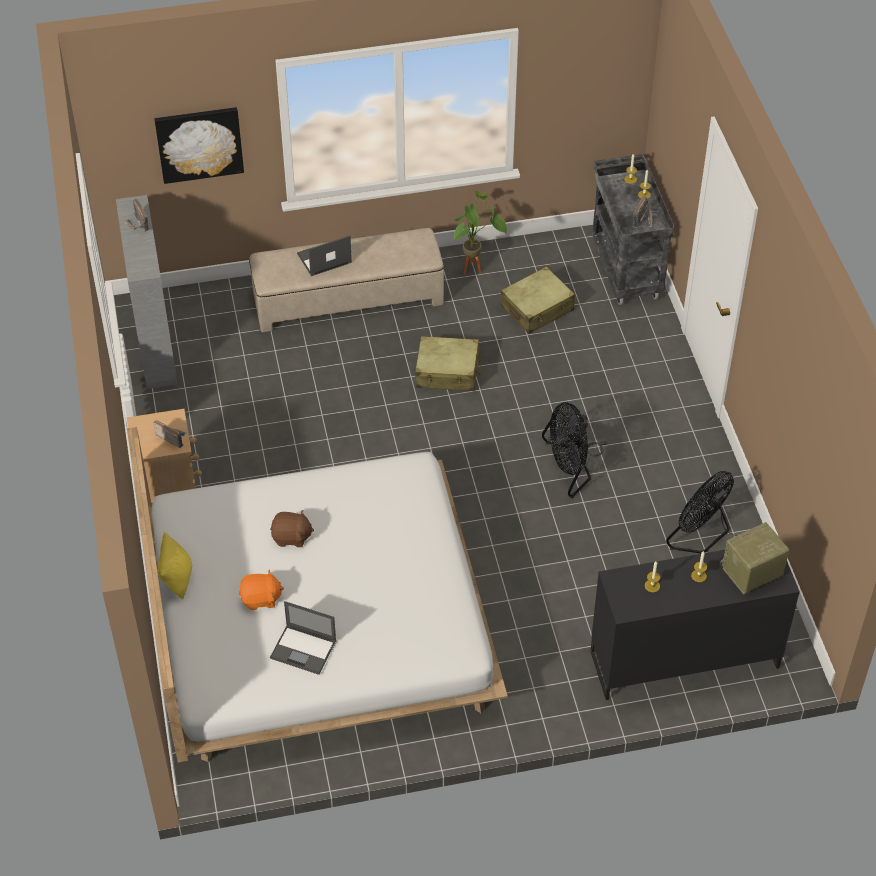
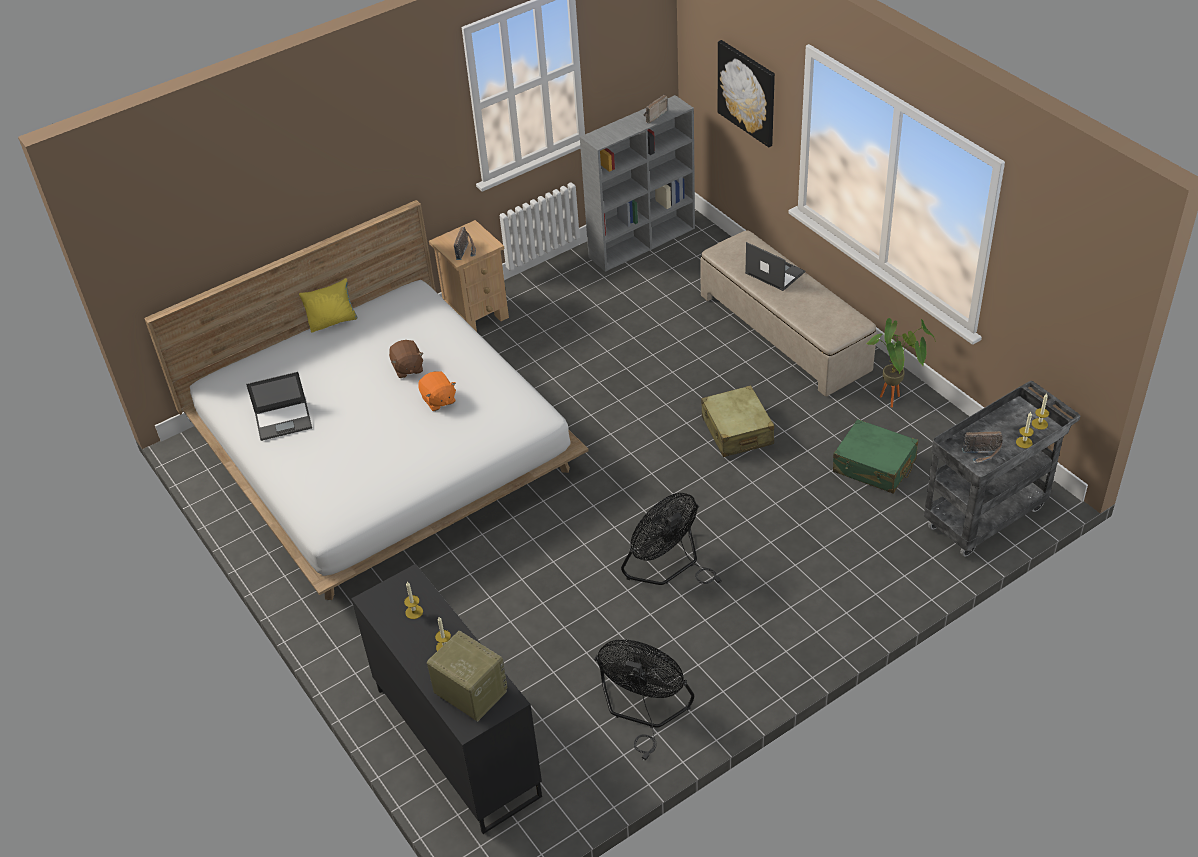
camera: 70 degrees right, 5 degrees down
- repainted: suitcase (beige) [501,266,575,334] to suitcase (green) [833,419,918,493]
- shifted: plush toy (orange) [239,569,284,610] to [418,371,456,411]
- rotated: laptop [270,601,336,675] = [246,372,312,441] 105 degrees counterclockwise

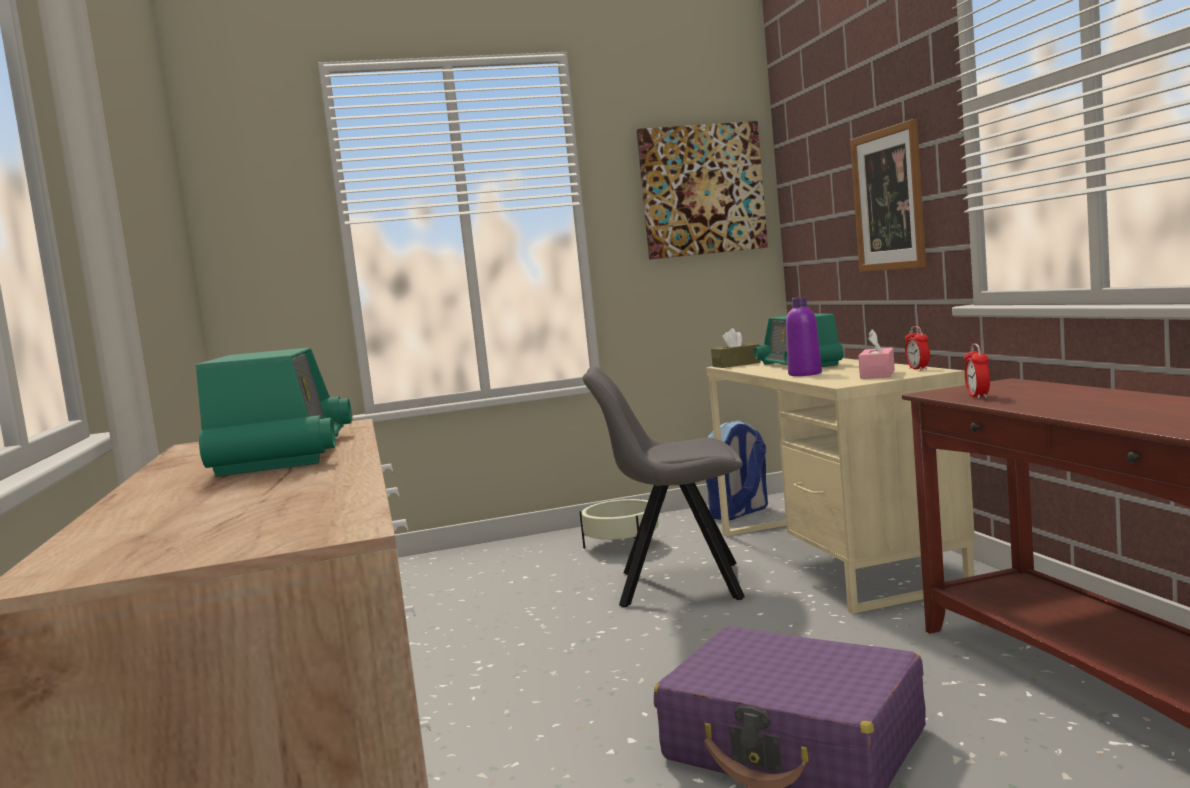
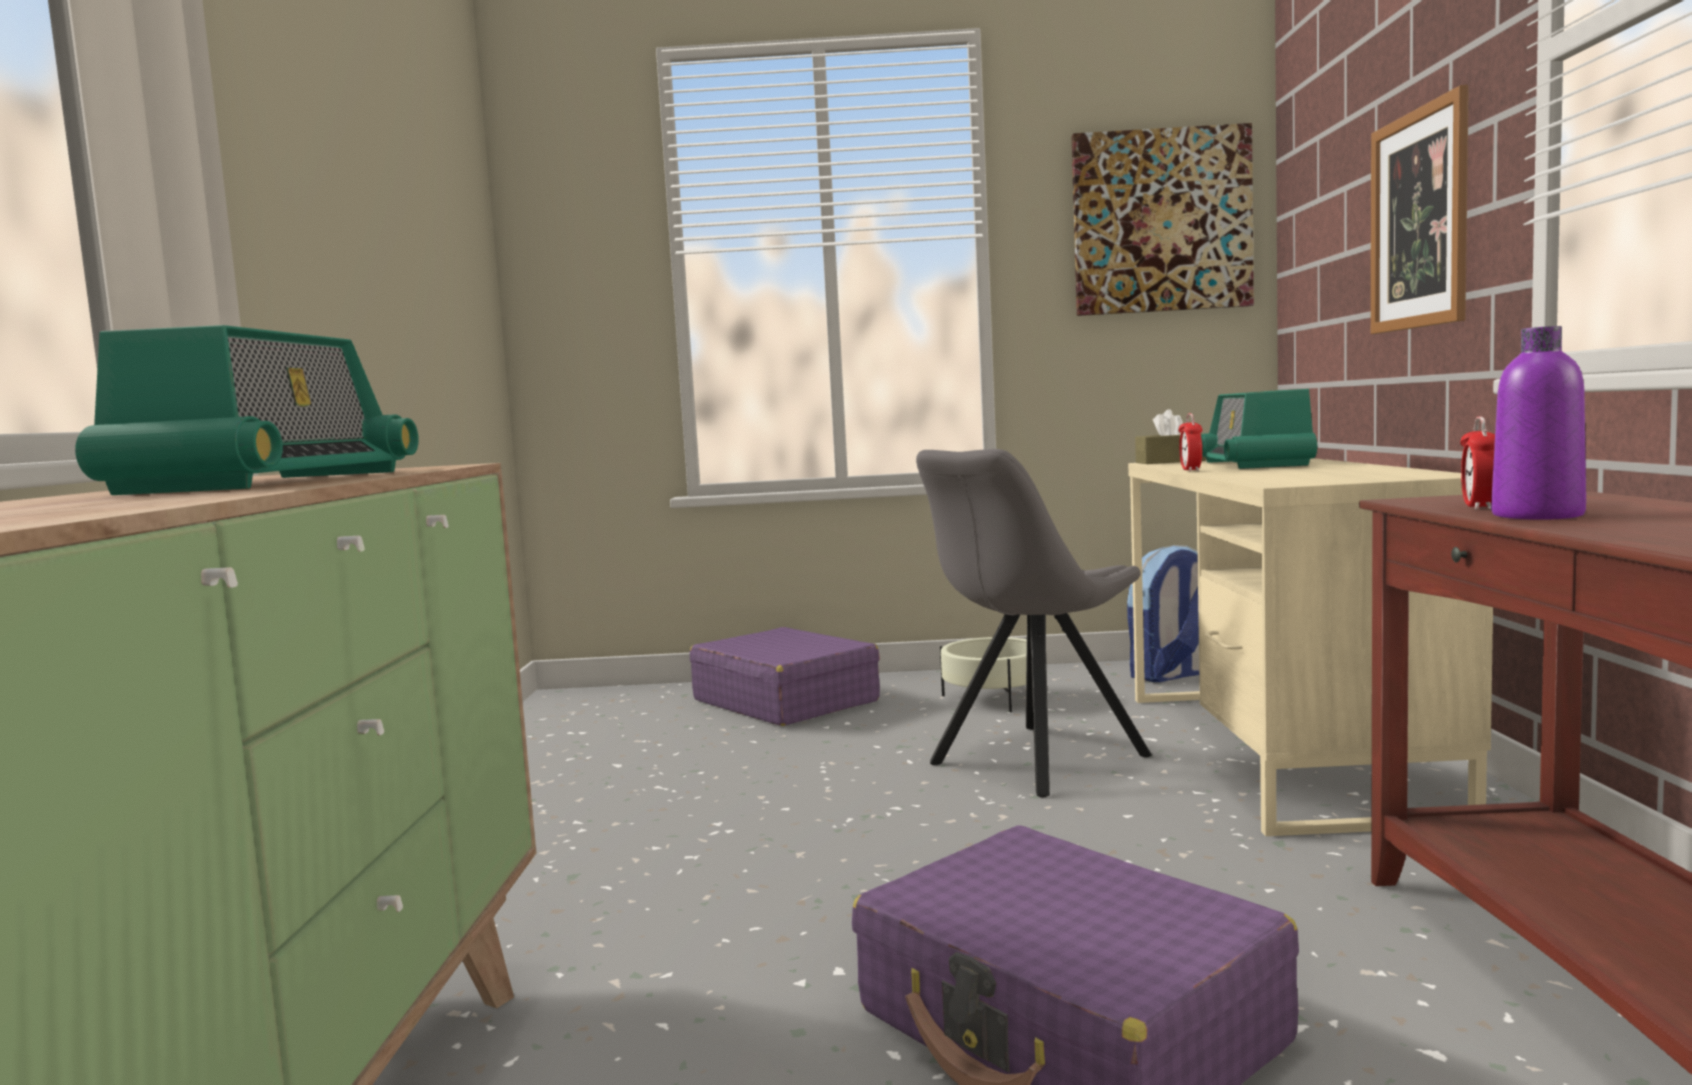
camera: 15 degrees right, 0 degrees up
- shifted: bottle (purple) [786,297,822,376] to [1491,326,1586,520]
- shifted: alarm clock [905,326,930,370] to [1178,413,1202,471]
- gone: tissue box (pink) [858,329,895,379]
- rotated: chair (grey) [583,366,745,607] = [916,449,1152,797] 60 degrees counterclockwise
- new: suitcase (purple) [690,627,880,726]

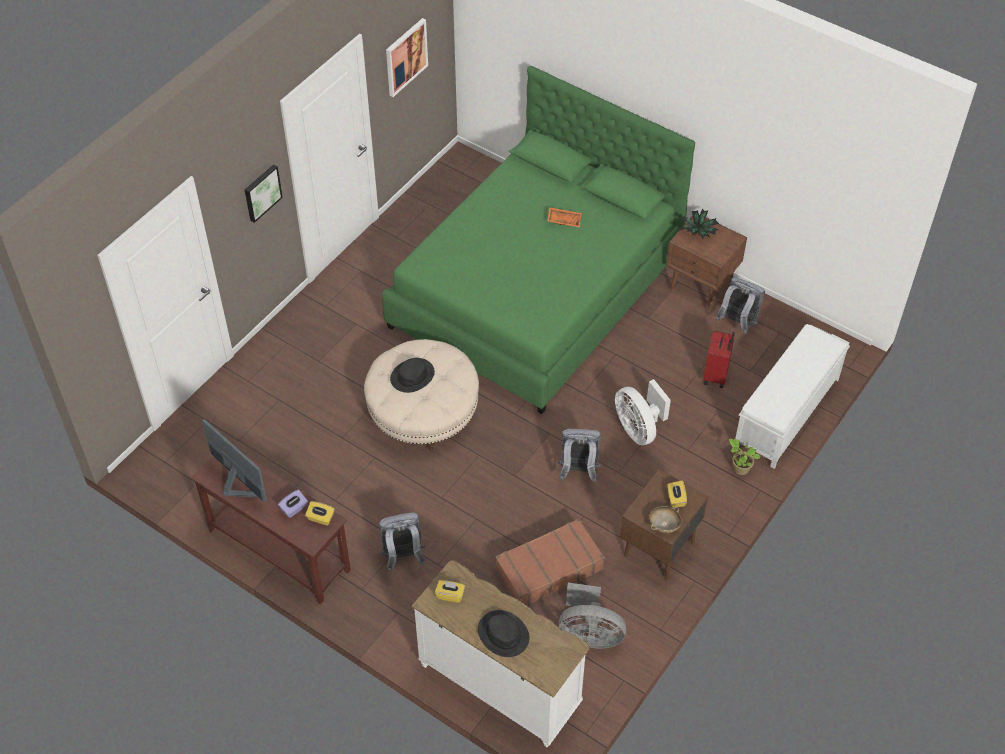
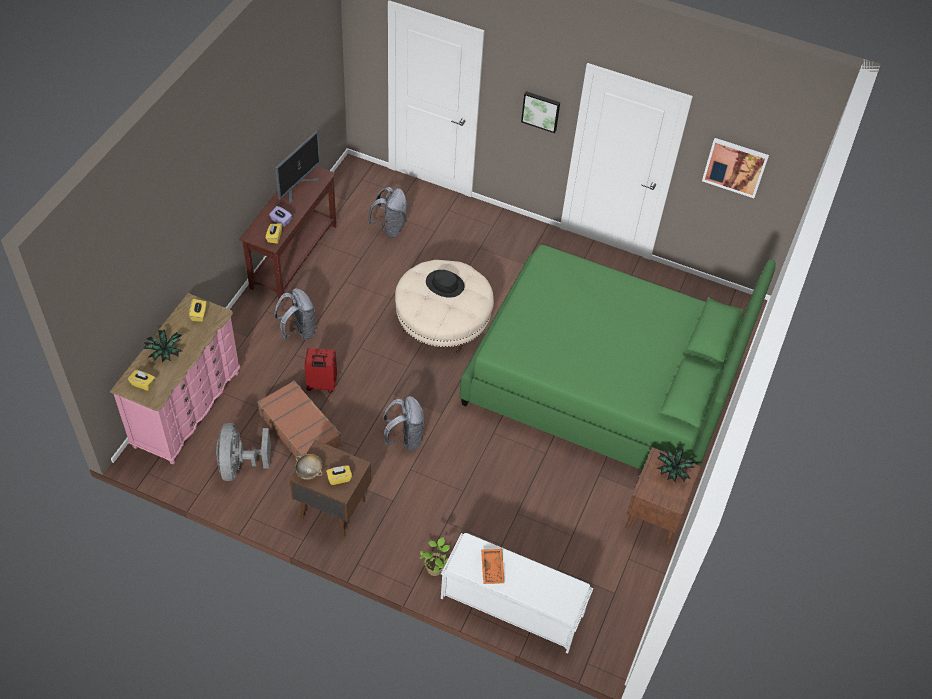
camera: 75 degrees right, 0 degrees up
- shifted: tray (orange) [547,207,582,228] to [481,549,505,584]
- shifted: backpack (grey) [716,278,765,334] to [368,187,407,238]
- shifted: suitcase (red) [703,331,735,388] to [304,348,337,393]
- gone: fan (white) [615,379,671,445]
- repainted: dresser (white) [411,560,590,748] to dresser (pink) [110,293,240,465]
- swapped: hat (black) [478,610,530,657] to potted plant [143,329,182,363]
- new: tissue box (yellow) [128,370,155,391]

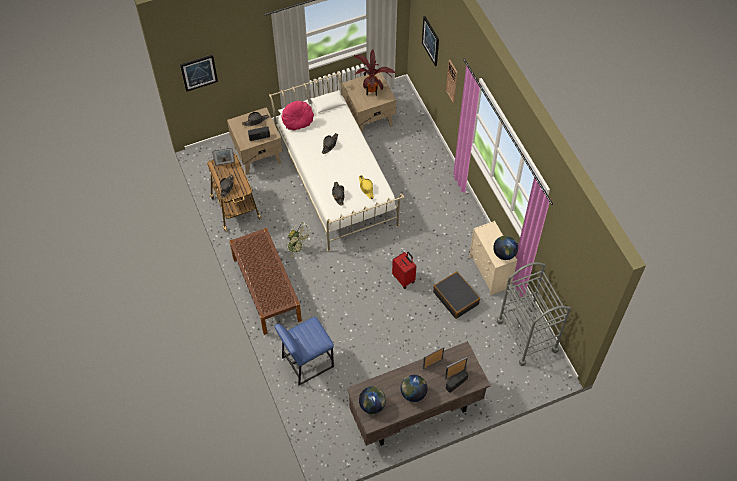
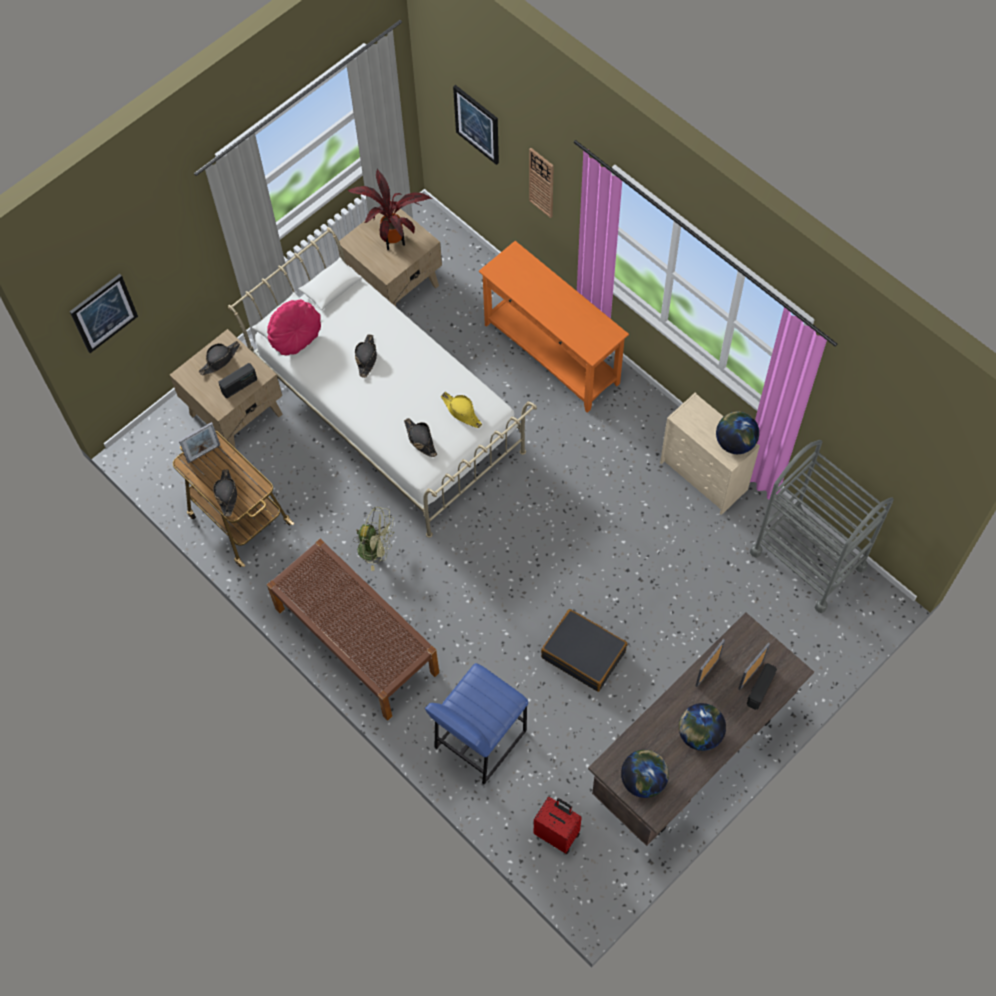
camera: 20 degrees left, 5 degrees up
- shifted: suitcase (red) [392,252,416,289] to [534,797,582,854]
- shifted: suitcase (black) [433,271,480,319] to [541,609,628,692]
- new: console table (orange) [479,241,629,413]

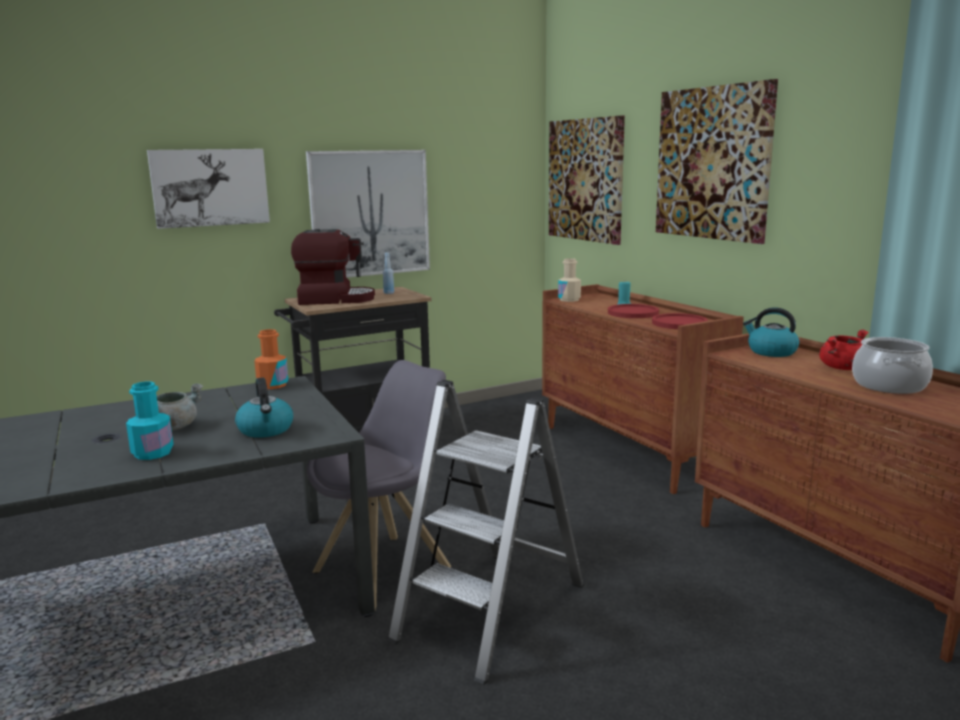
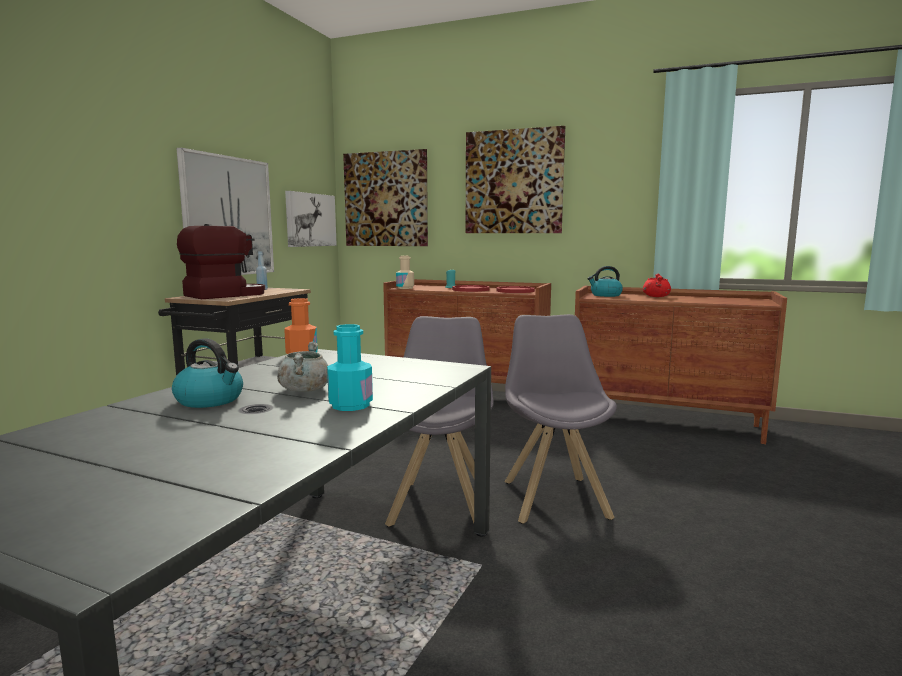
camera: 40 degrees left, 5 degrees down
- shifted: picture [147,149,270,229] to [285,191,337,247]
- gone: cooking pot [852,337,933,394]
- shifted: kettle [235,378,293,438] to [172,338,243,408]
- swapped: step ladder (grey) [387,380,584,685] to chair (grey) [505,314,617,524]

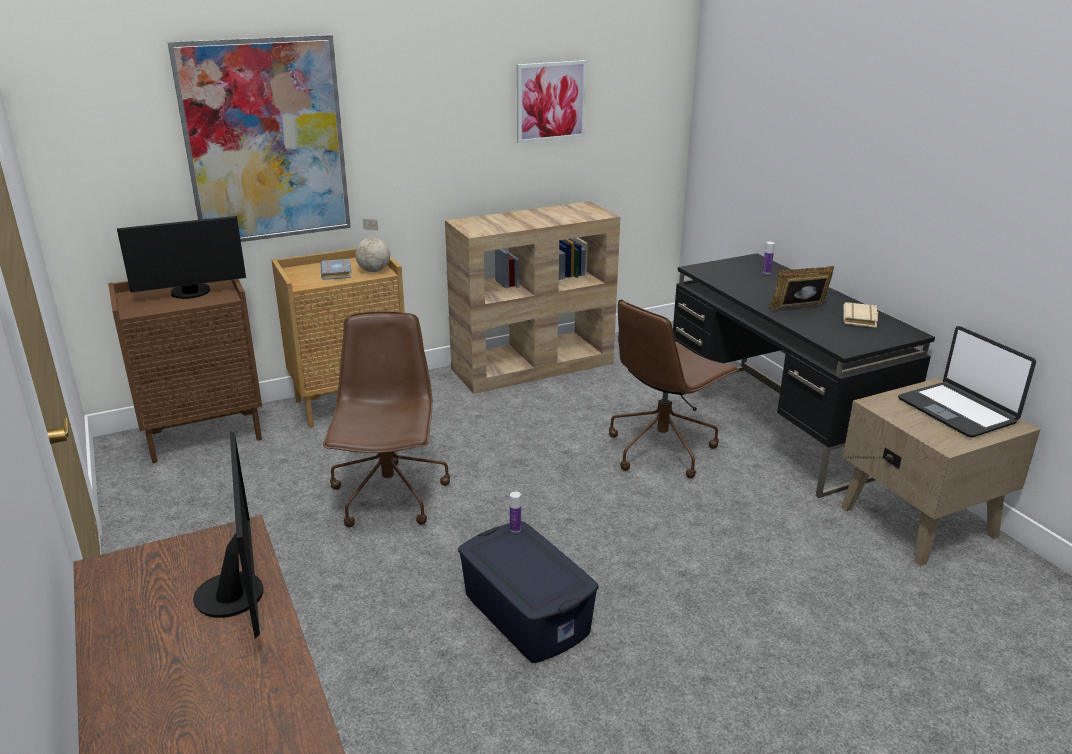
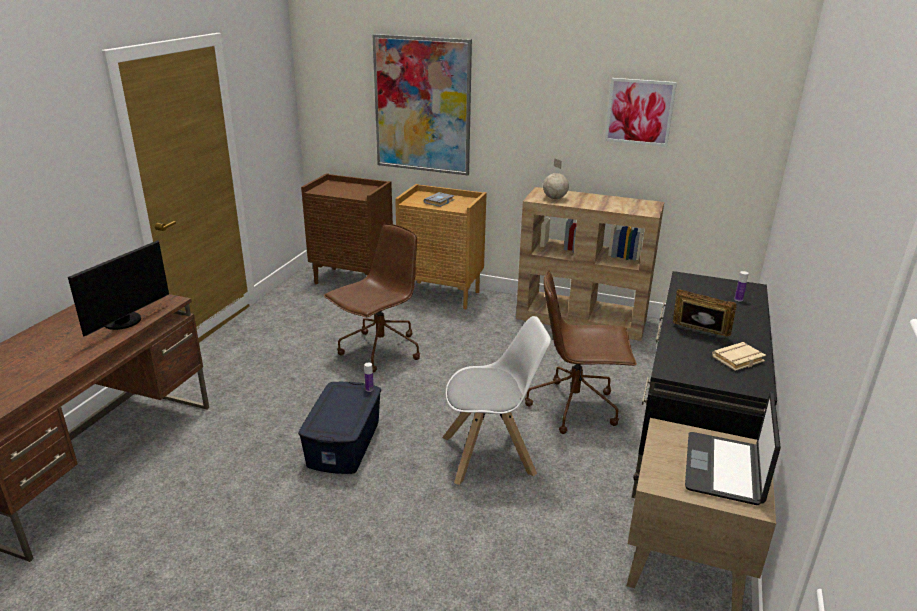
camera: 45 degrees right, 0 degrees up
- gone: monitor [117,216,246,299]
- shifted: globe [355,219,390,272] to [543,158,569,199]
- new: chair [442,316,551,485]

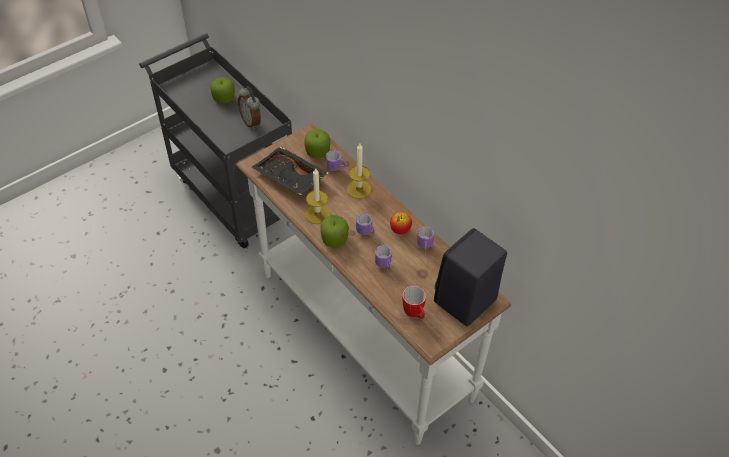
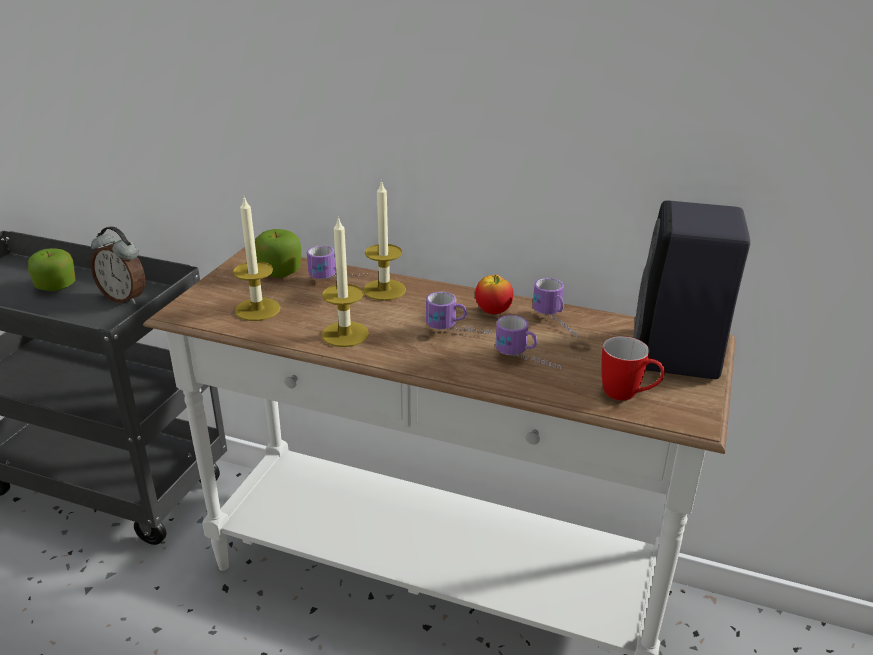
camera: 30 degrees left, 20 degrees down
- swapped: tray (black) [252,147,329,195] to candle [233,197,281,321]
- gone: apple [320,215,349,248]

